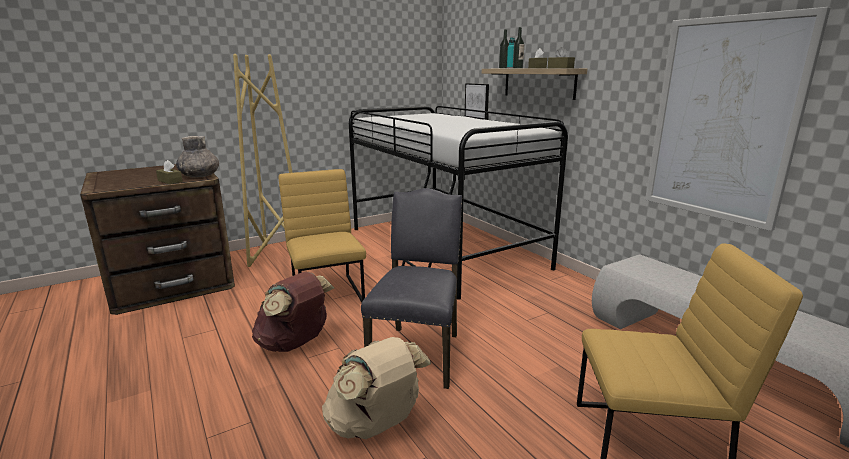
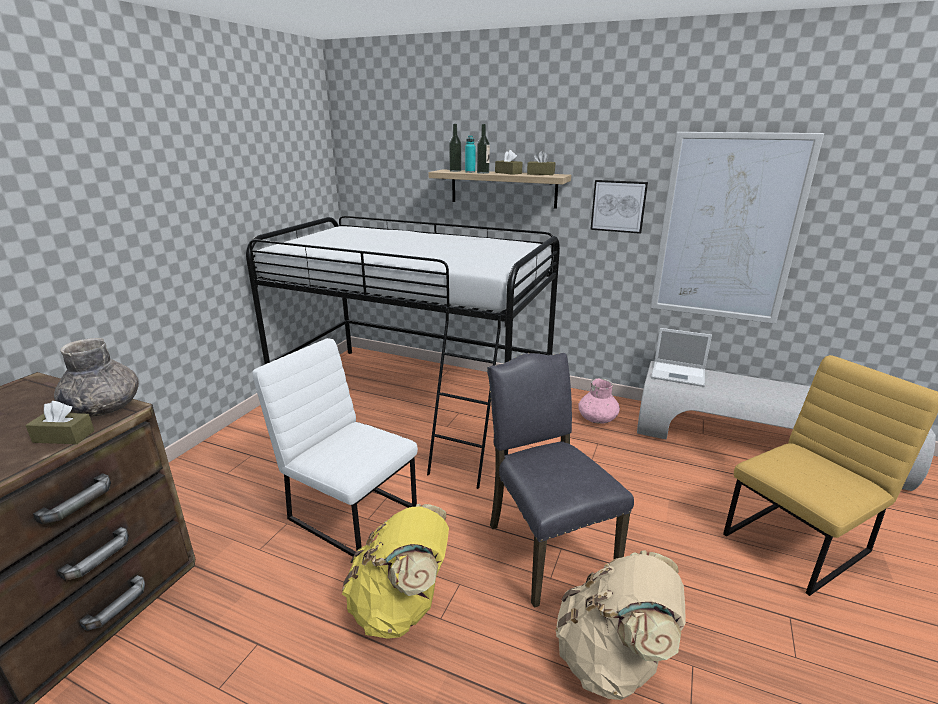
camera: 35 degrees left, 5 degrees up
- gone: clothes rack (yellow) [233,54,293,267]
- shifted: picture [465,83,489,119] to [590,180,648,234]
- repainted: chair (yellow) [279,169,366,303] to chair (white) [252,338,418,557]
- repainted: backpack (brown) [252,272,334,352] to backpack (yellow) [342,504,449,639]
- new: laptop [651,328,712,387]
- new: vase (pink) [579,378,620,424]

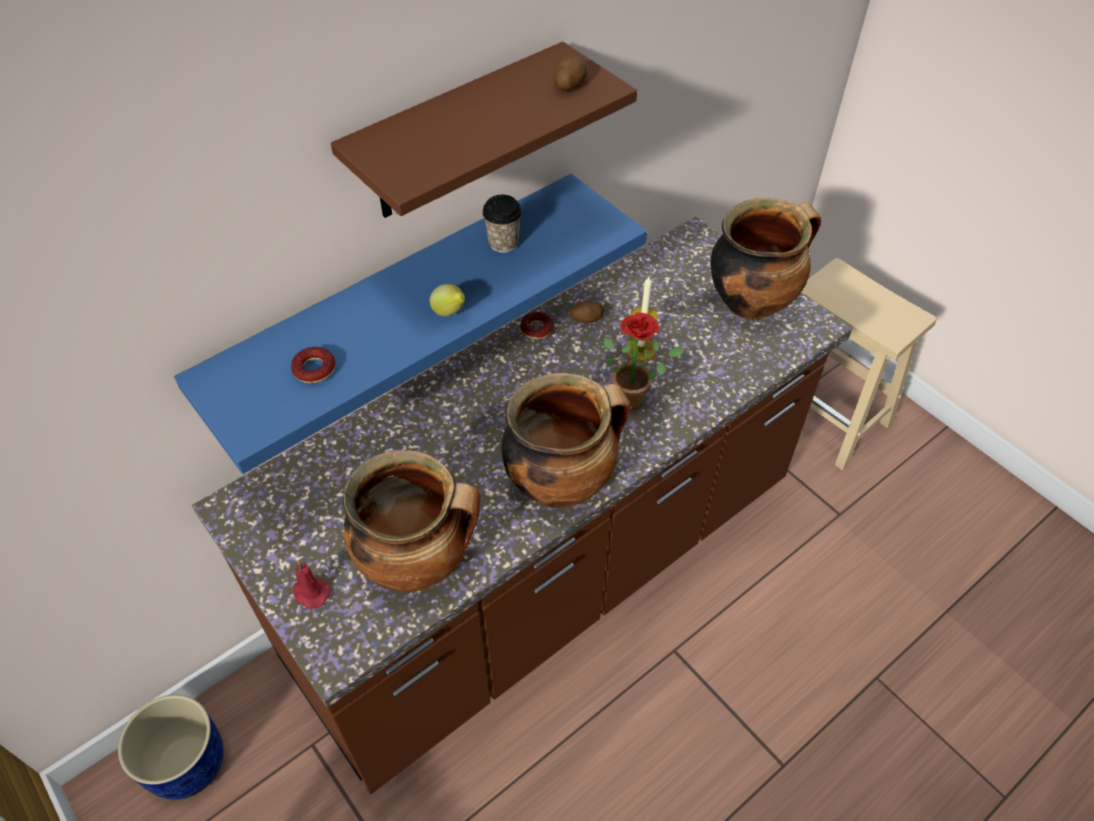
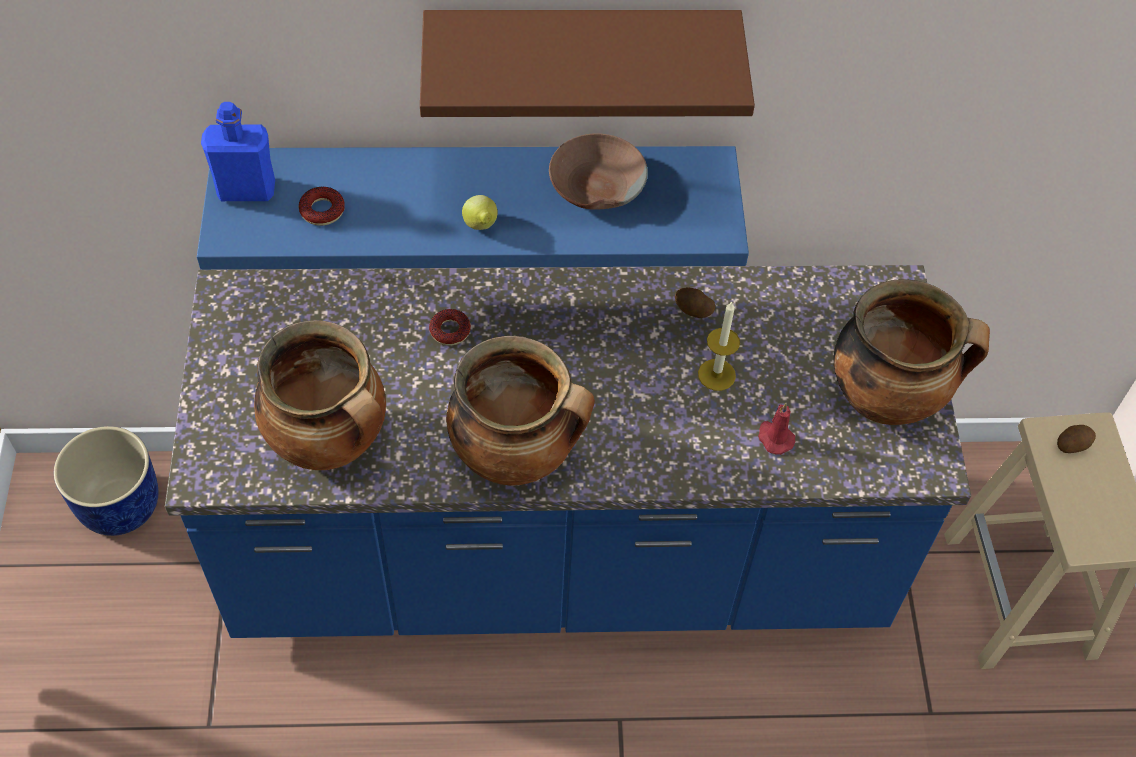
camera: 35 degrees right, 5 degrees up
- shifted: potato [554,54,588,91] to [1057,425,1096,453]
- swapped: cup [482,195,522,253] to bowl (brown) [549,133,648,210]
- repainted: counter (brown) [192,217,852,794] to counter (blue) [165,265,971,638]
- shifted: donut [520,312,554,340] to [429,309,471,345]
- gone: potted plant [604,313,685,411]
- shifted: candle (red) [292,561,331,609] to [758,403,795,455]
- new: bottle (blue) [201,102,275,201]

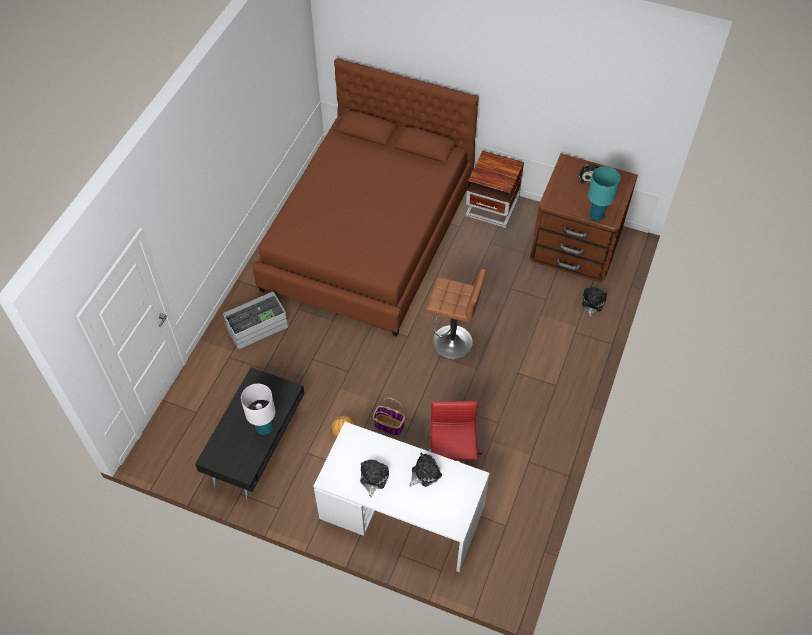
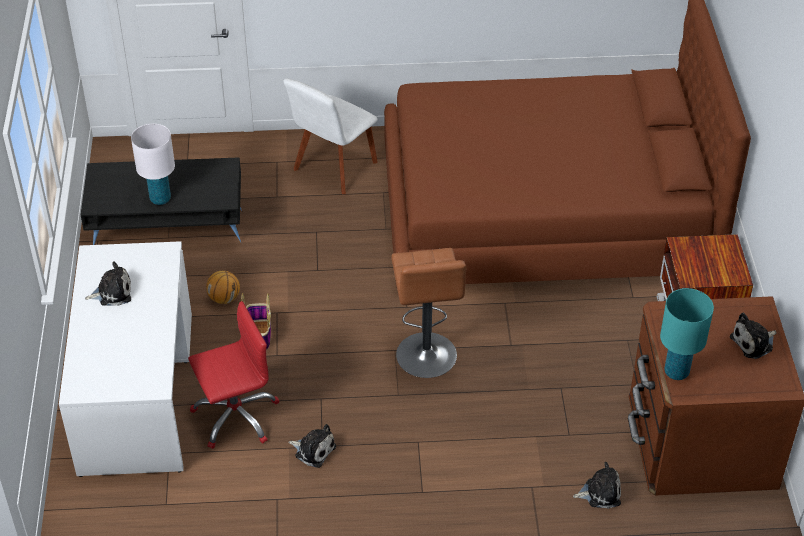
camera: 65 degrees right, 10 degrees down
- swapped: storage box (grey) [223,292,289,349] to chair (white) [283,78,378,194]
- shifted: plush toy [409,453,442,487] to [288,424,336,468]

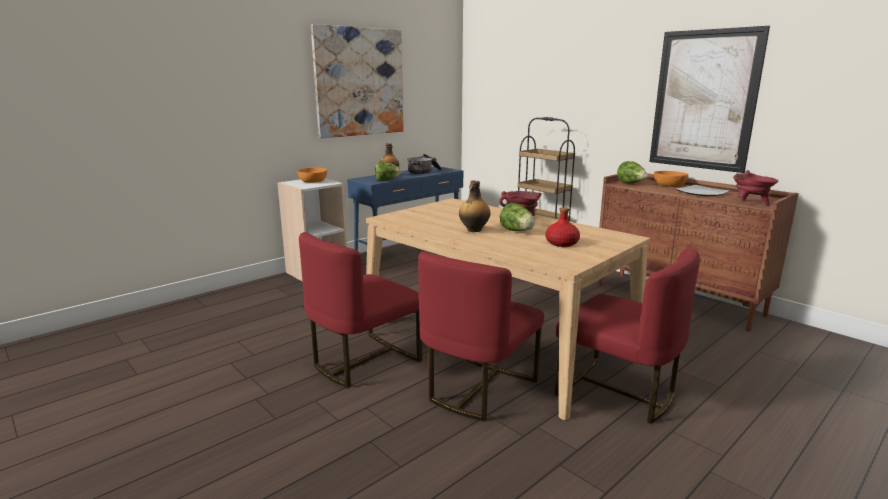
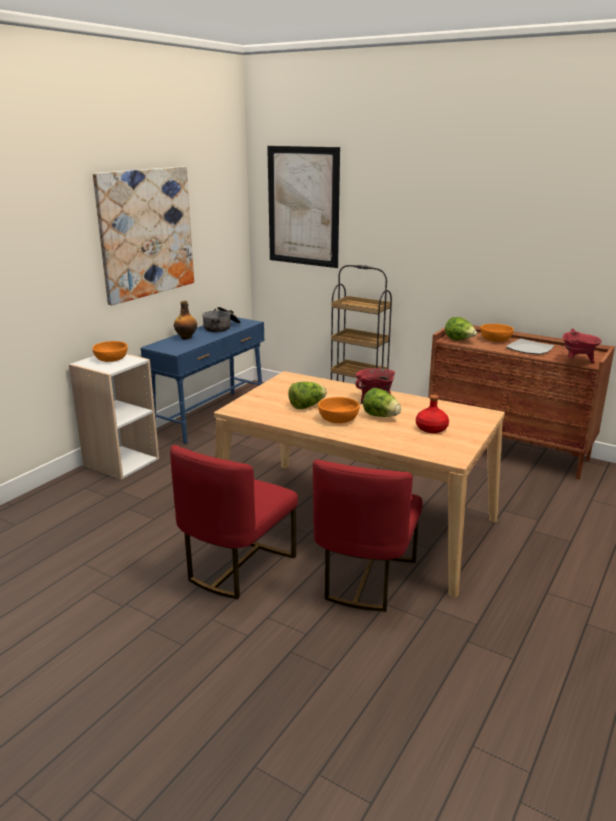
camera: 15 degrees left, 5 degrees up
- shifted: picture [649,26,770,173] to [267,146,340,268]
- shifted: lettuce [375,162,401,181] to [288,382,327,409]
- swapped: bottle [459,180,490,232] to bowl (orange) [318,397,360,423]
- gone: chair (red) [555,248,700,424]

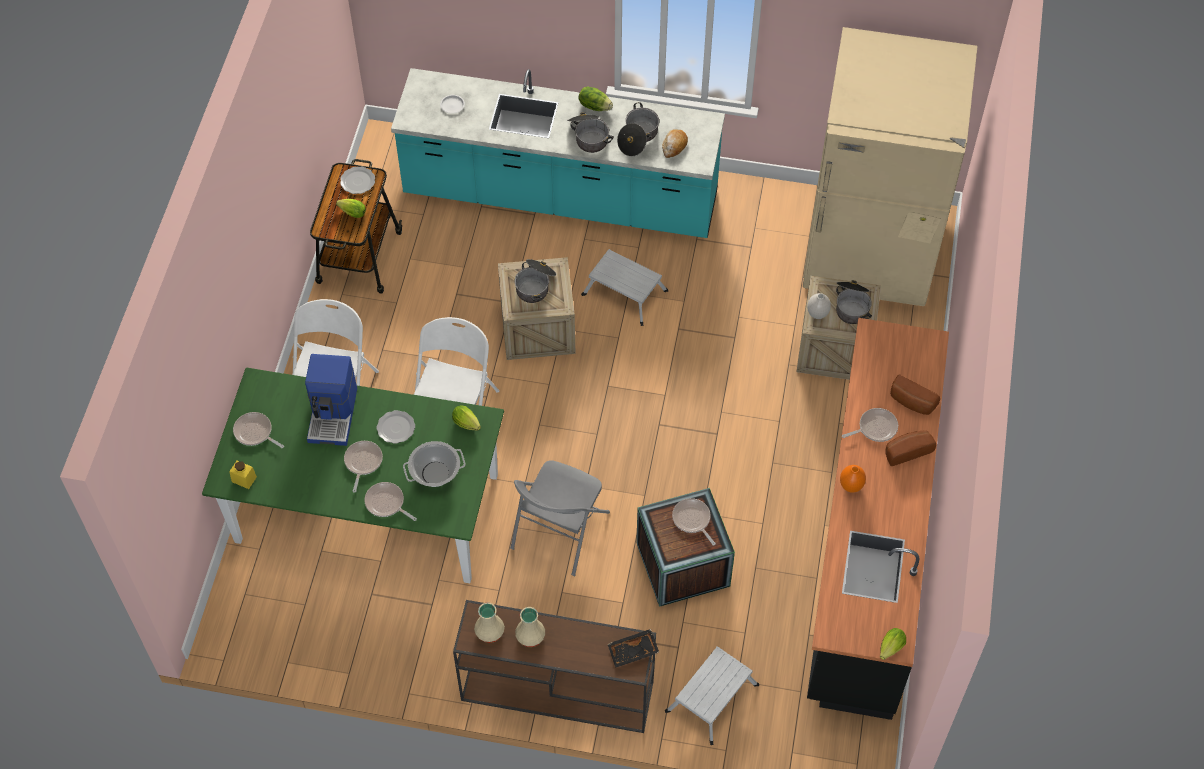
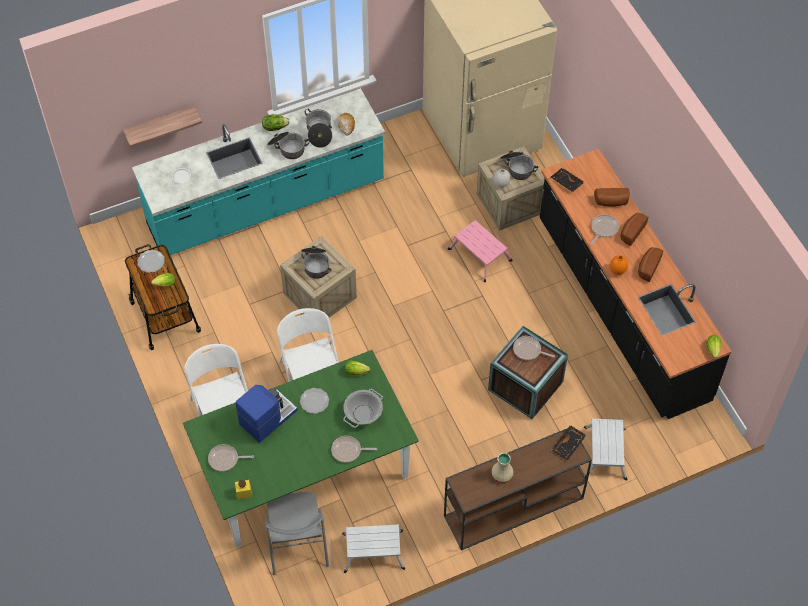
camera: 35 degrees left, 0 degrees up
- shifted: step ladder (white) [581,249,668,326] to [342,524,405,573]
- rotated: coffee machine [305,354,357,446] = [236,385,298,443] 105 degrees counterclockwise
- gone: frying pan [344,441,383,492]
- shifted: chair (grey) [510,460,610,576] to [265,492,329,575]
- gone: vase (beige) [474,602,505,643]
- new: shelf [123,106,202,147]
- new: tray (black) [551,168,584,192]
- new: step ladder (pink) [448,220,512,282]
- new: bread [638,247,663,282]

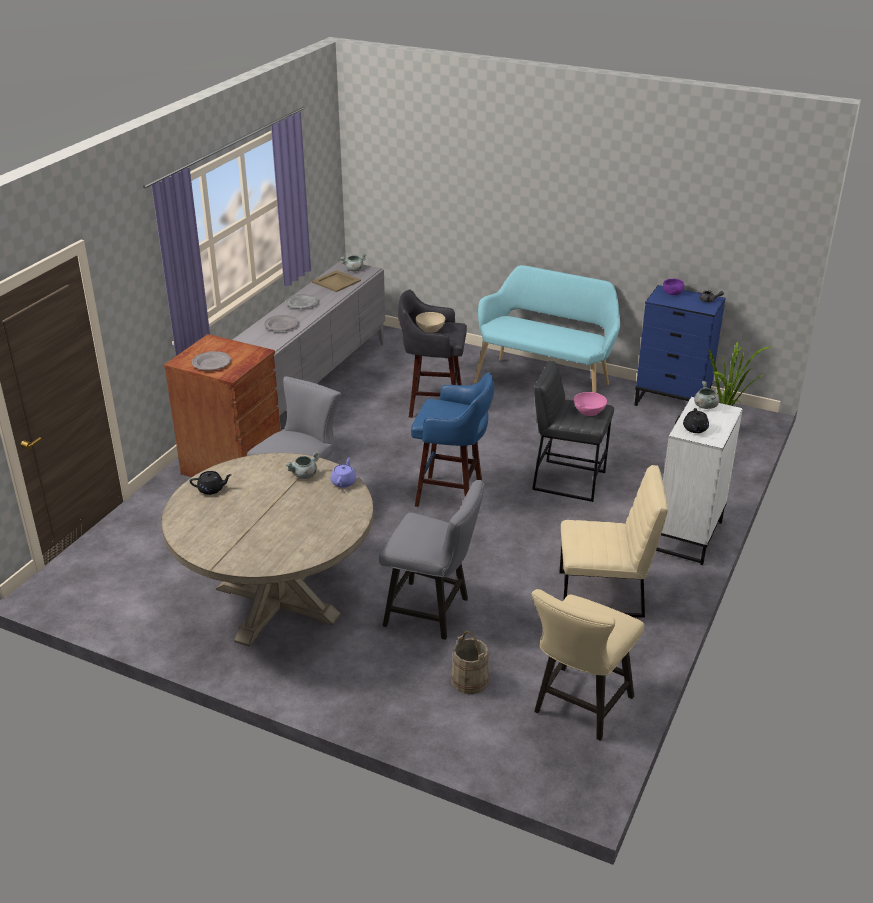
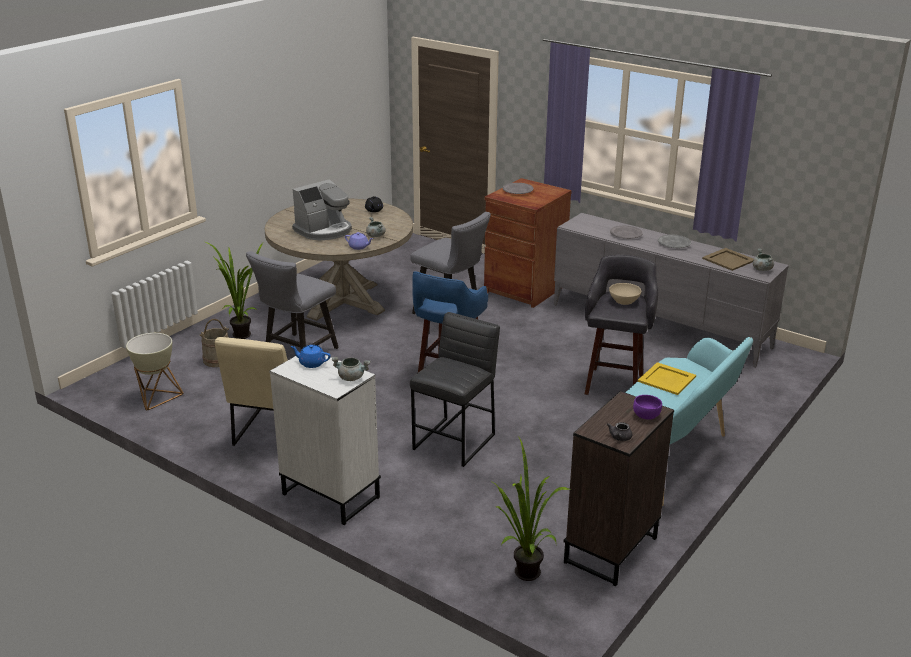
camera: 100 degrees right, 5 degrees down
- repainted: dresser (blue) [634,285,726,406] to dresser (brown) [563,391,674,587]
- gone: bowl (pink) [574,392,607,416]
- repainted: teapot (black) [683,408,709,433] to teapot (blue) [290,345,331,368]
- swapped: chair (beige) [532,589,644,741] to planter [126,333,183,410]
- new: coffee machine [292,179,352,240]
- new: potted plant [203,241,263,339]
- new: tray (yellow) [638,362,696,395]

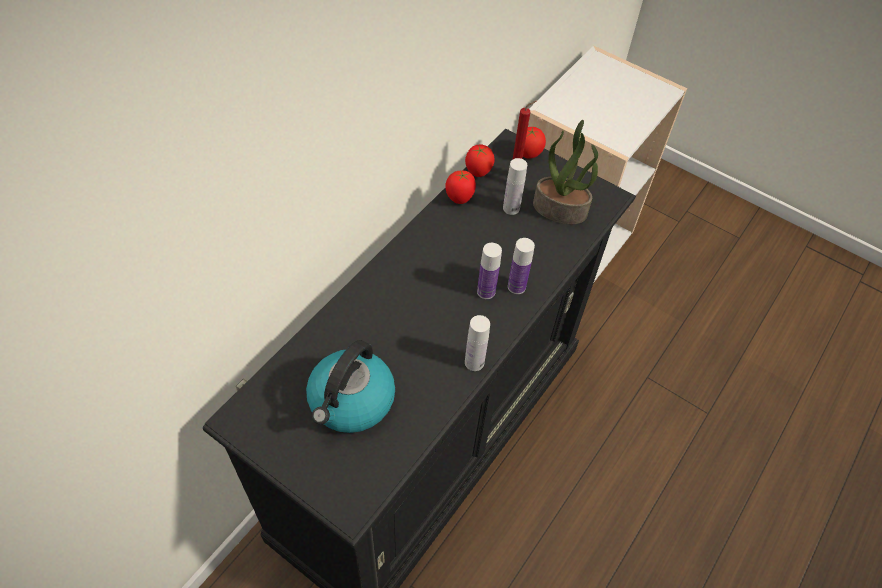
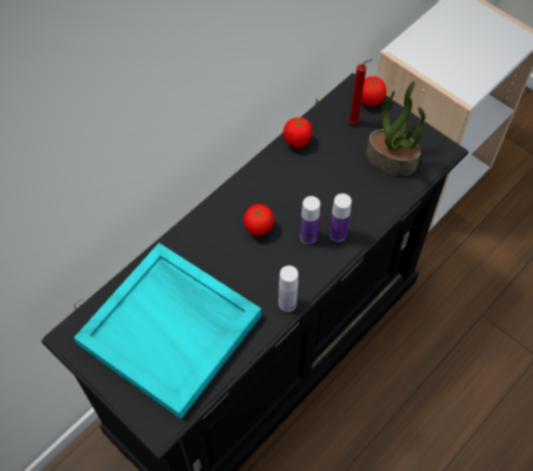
camera: 10 degrees right, 5 degrees up
- shifted: tomato [465,144,495,177] to [243,204,274,236]
- gone: bottle (white) [503,158,527,215]
- swapped: kettle [306,340,395,433] to tray (turquoise) [74,243,261,419]

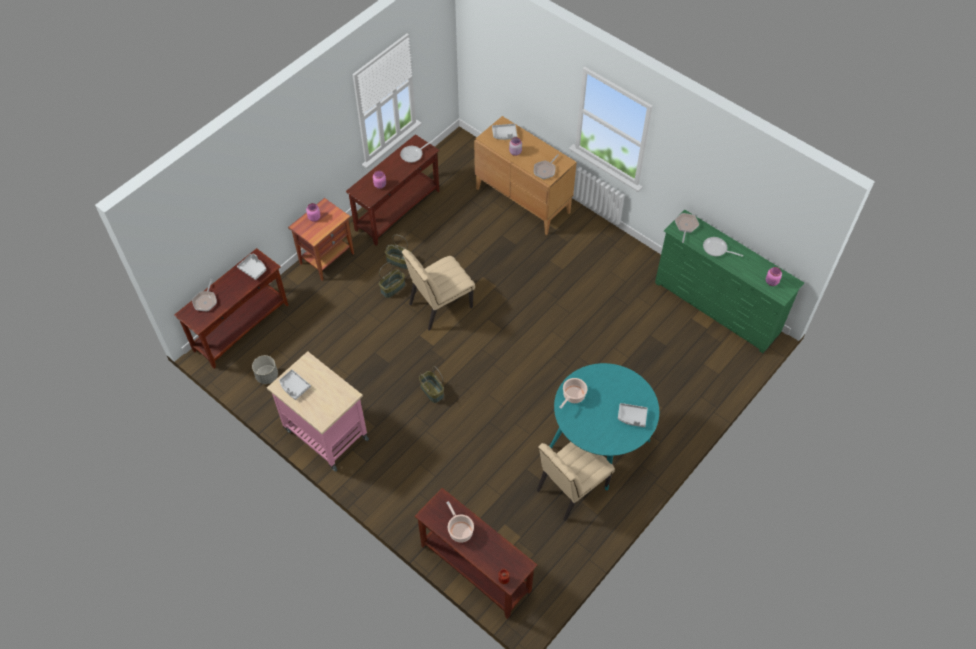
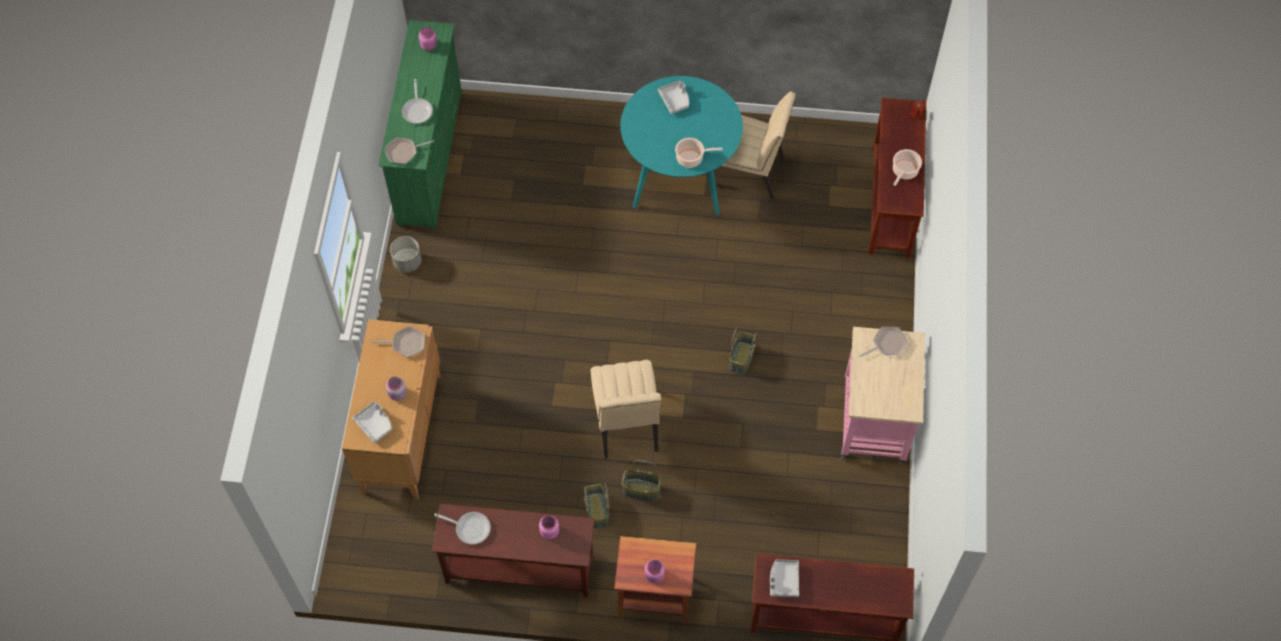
camera: 125 degrees left, 5 degrees up
- rotated: chair (beige) [402,249,475,330] = [590,360,661,459] 60 degrees clockwise
- shifted: frying pan [192,279,217,311] to [859,327,908,357]
- shifted: planter (grey) [252,355,278,384] to [390,236,422,273]
- gone: tray (grey) [279,369,311,400]

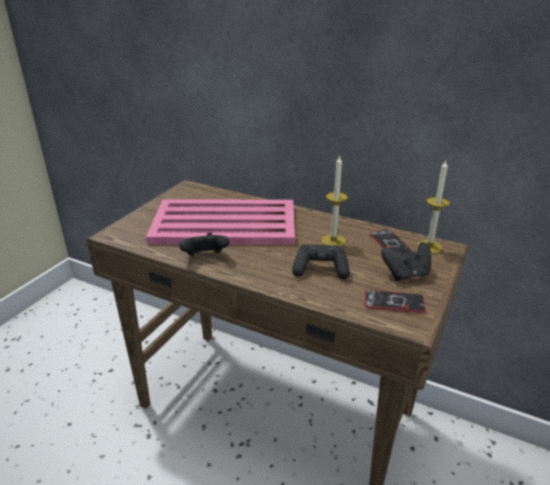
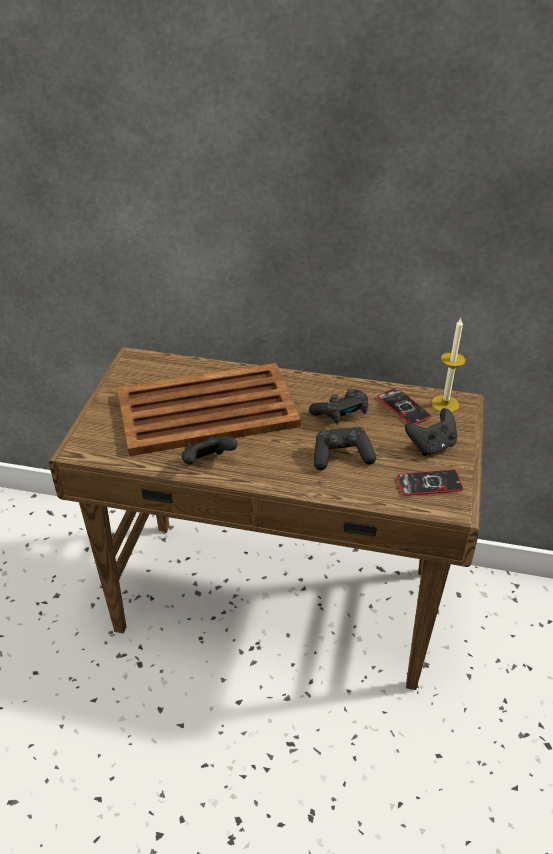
camera: 15 degrees left, 10 degrees up
- swapped: candle [322,155,348,246] to game controller (black) [309,388,368,425]
- repainted: tray (pink) [146,199,295,245] to tray (brown) [117,363,301,456]

